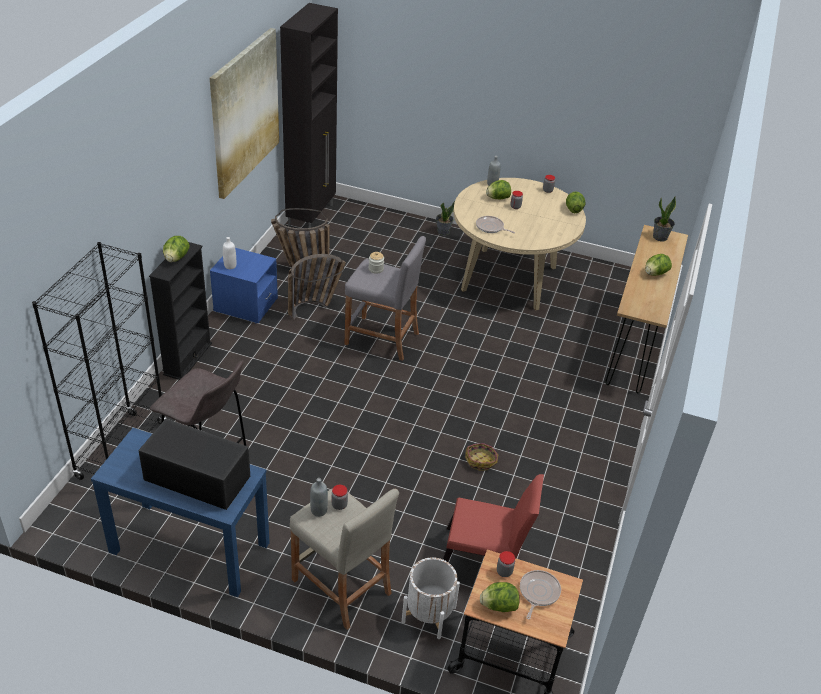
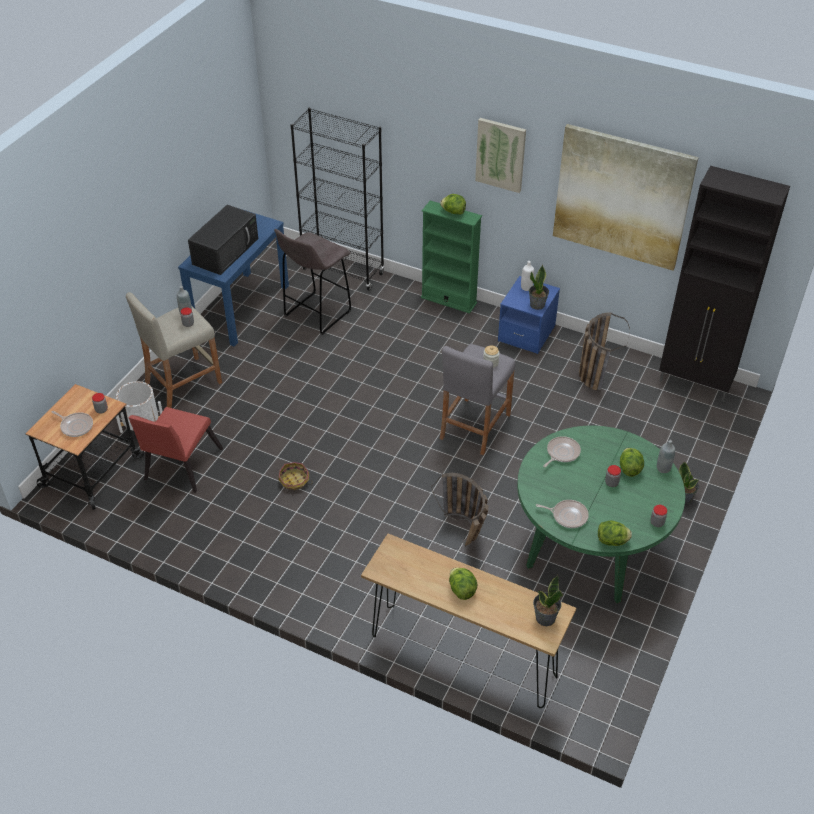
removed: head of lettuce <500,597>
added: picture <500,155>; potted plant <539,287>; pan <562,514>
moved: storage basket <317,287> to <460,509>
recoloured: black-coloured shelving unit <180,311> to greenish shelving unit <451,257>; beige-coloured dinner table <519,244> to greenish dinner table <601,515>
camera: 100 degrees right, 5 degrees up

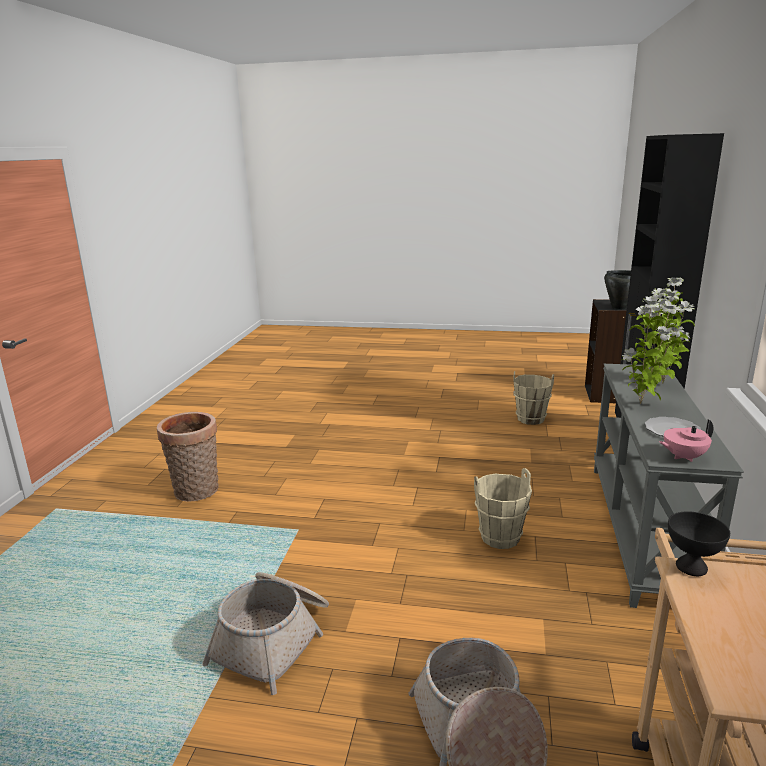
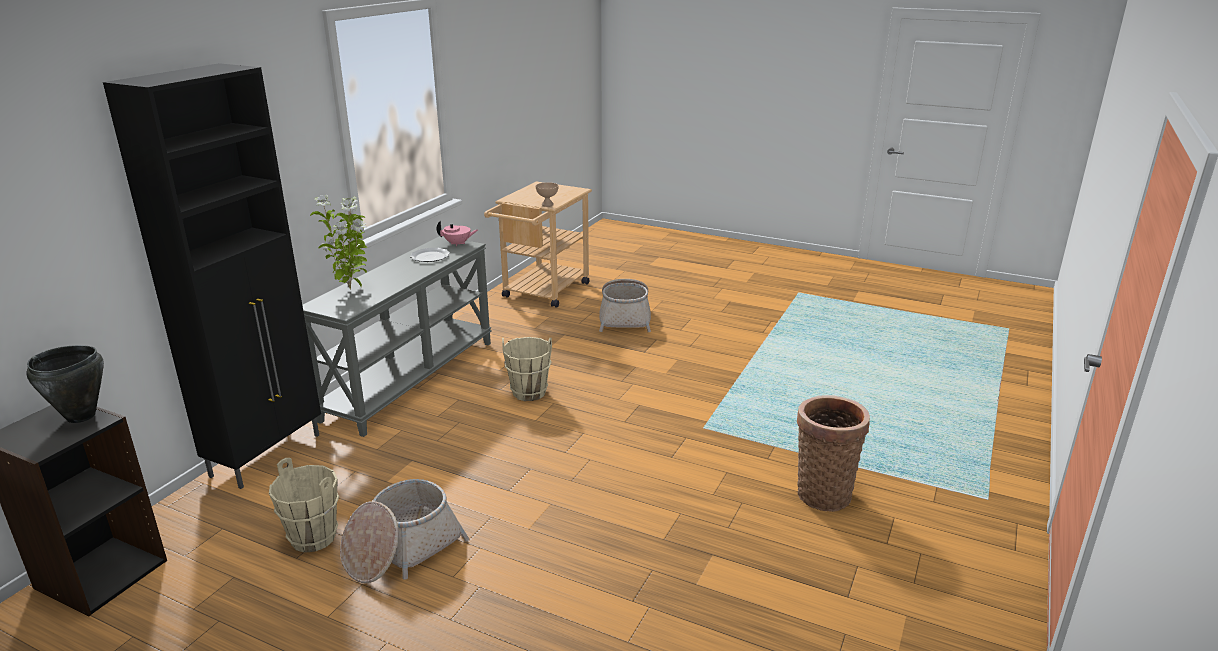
removed: potted plant <653,349>
moved: storage basket <265,633> to <404,531>
recoloured: black-coloured bowl <699,543> to beige-coloured bowl <547,194>
camera: 165 degrees left, 5 degrees up

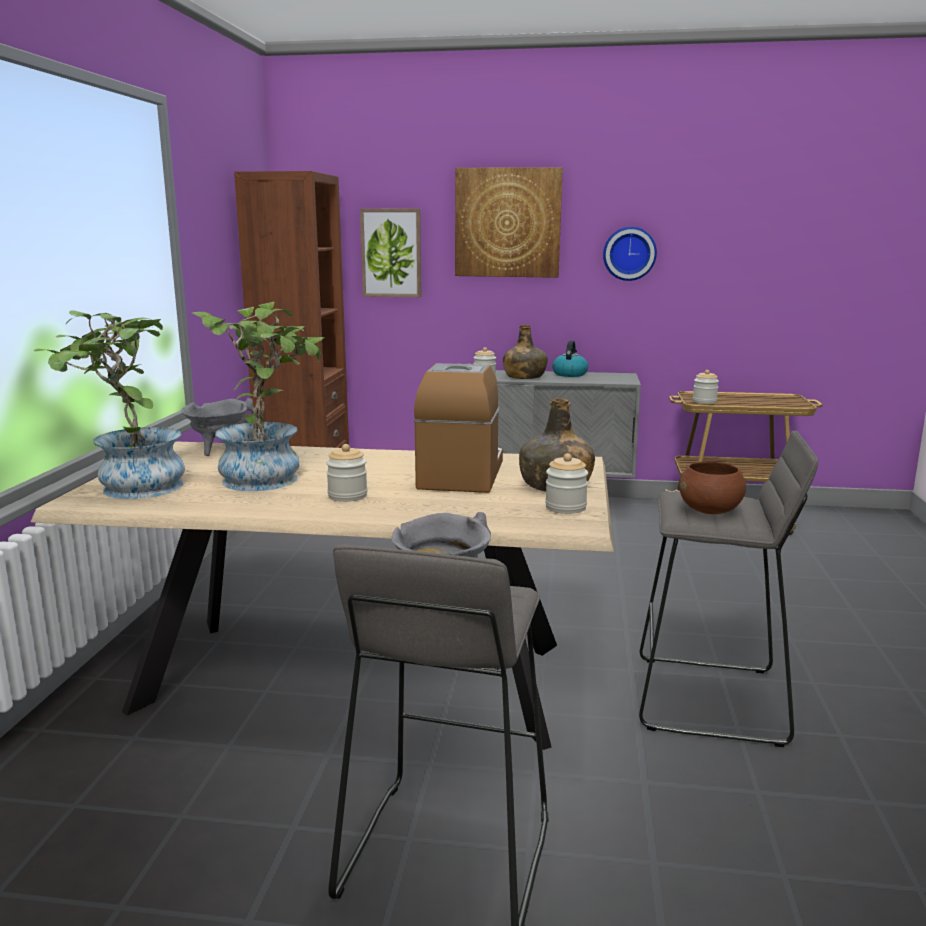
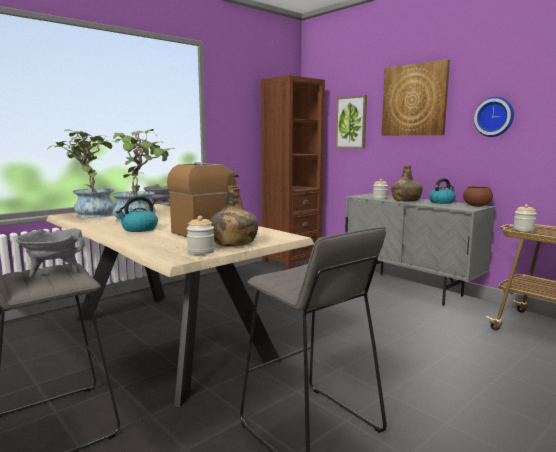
moved: brownish bowl <712,487> to <478,196>
replaced: storage jar <346,473> to kettle <137,214>
camera: 40 degrees right, 5 degrees down

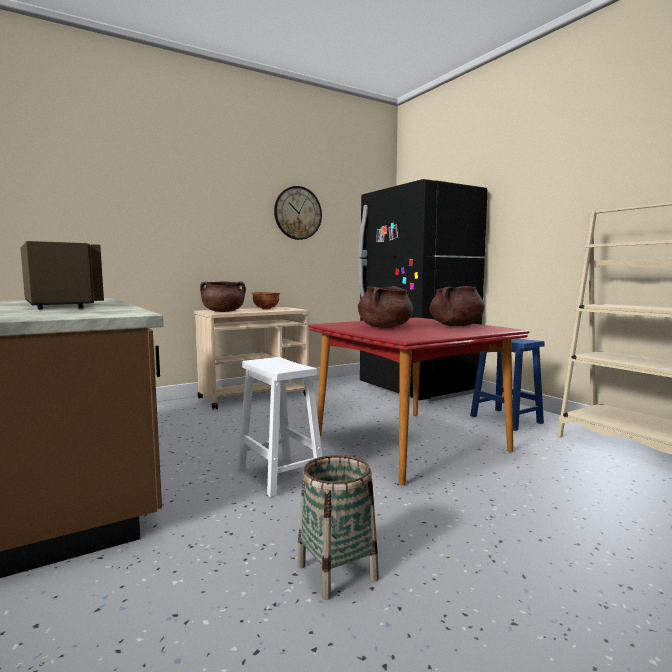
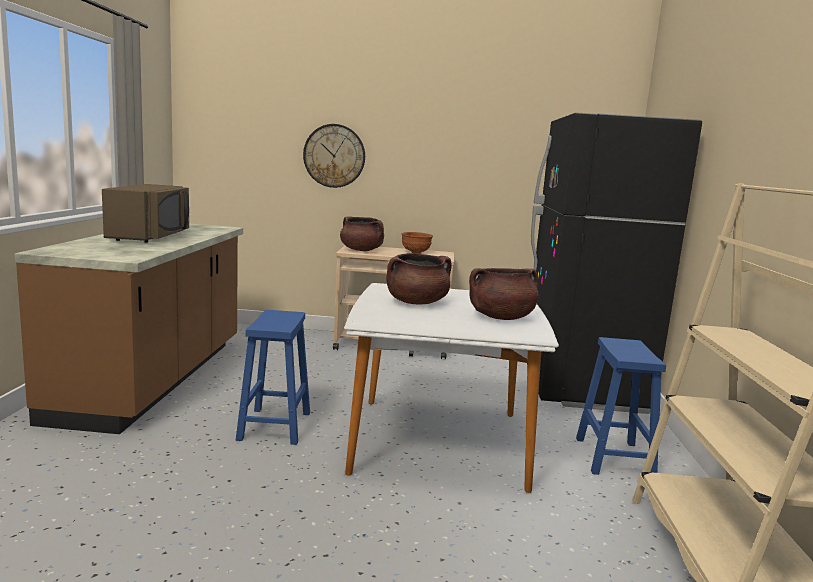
removed: storage basket <338,527>
moved: clock on the wall <298,213> to <334,156>
recoloured: white stool <280,427> to blue stool <273,377>; red dinner table <418,401> to white dinner table <451,388>
camera: 35 degrees right, 5 degrees up

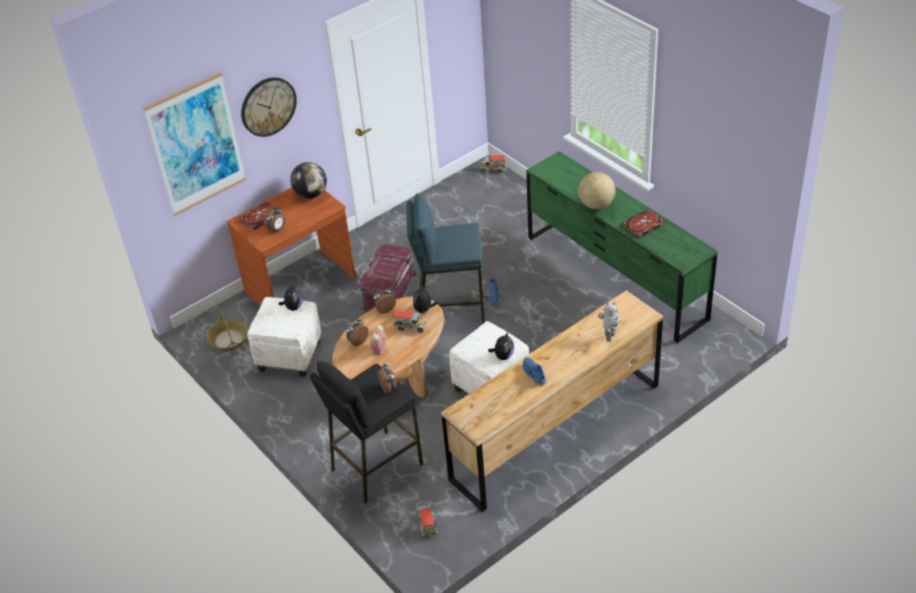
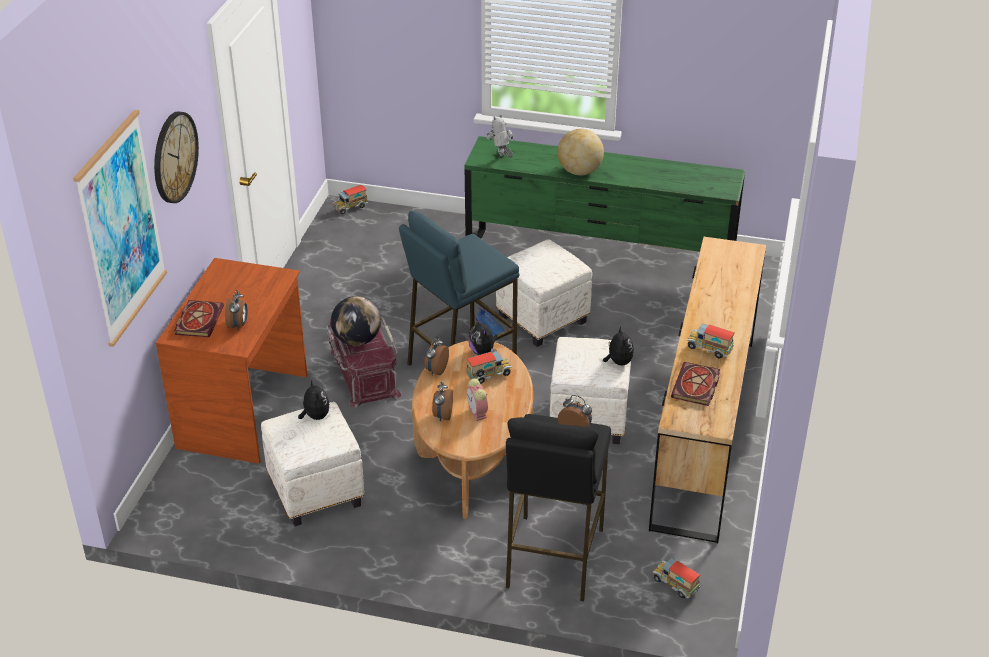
removed: storage basket <227,330>
added: white pouffe <544,293>
moved: desk globe <308,180> to <356,321>; toy robot <609,322> to <500,136>; book <643,223> to <695,384>
replaced: blue item of footwear <535,371> to toy lorry <711,341>
camera: 40 degrees left, 5 degrees down

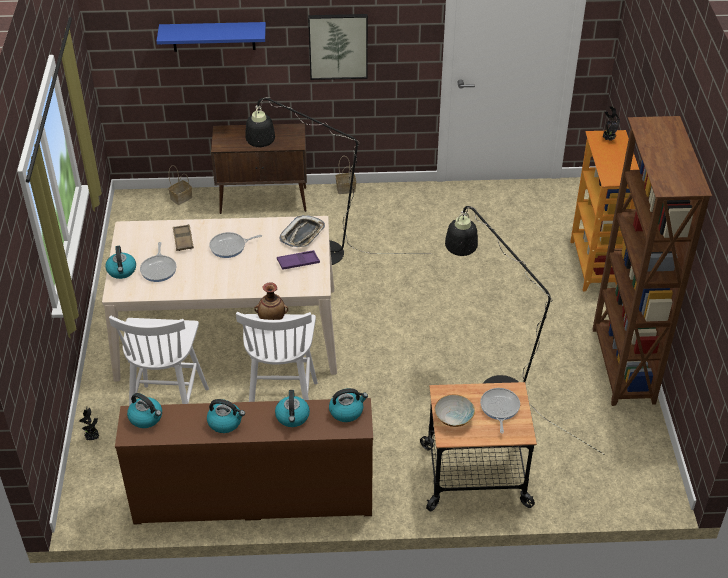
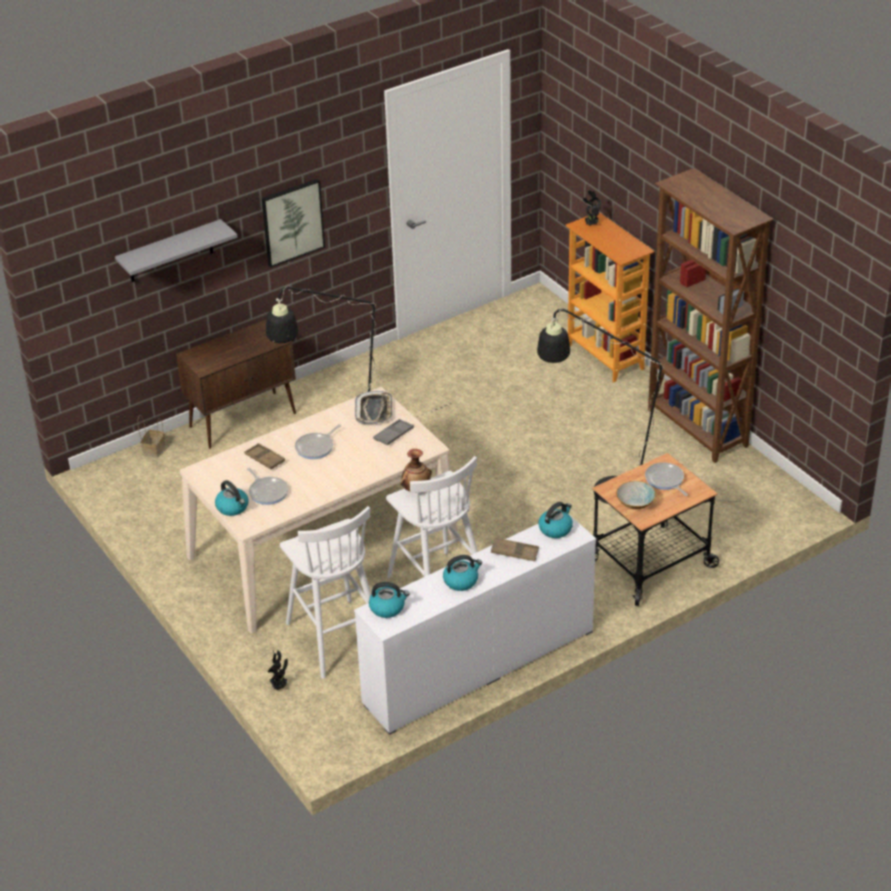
removed: storage basket <346,175>
replaced: kettle <292,408> to brownish tray <515,549>
recoloured: blue shelf <211,37> to greyish shelf <176,250>; brownish drawer chest <244,461> to white drawer chest <475,625>; purple tray <298,260> to greyish tray <393,432>
camera: 30 degrees left, 5 degrees down

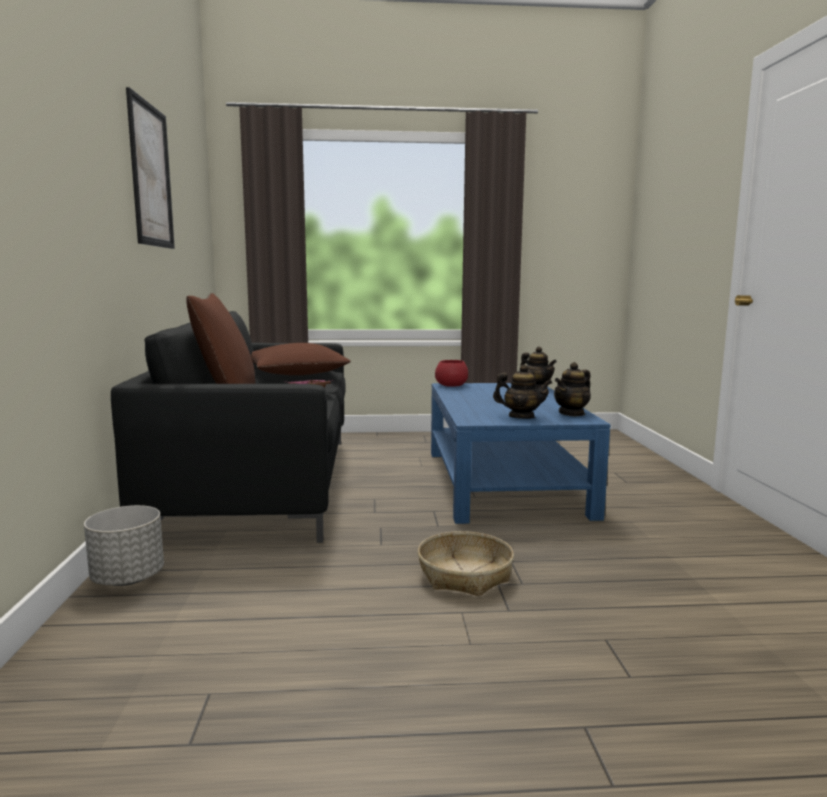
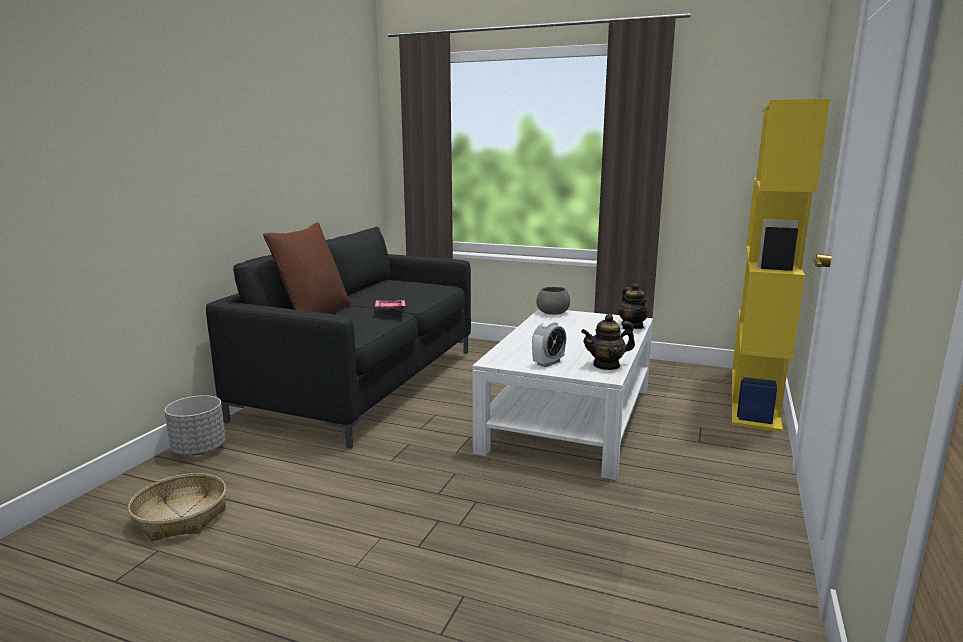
removed: picture <150,168>; brownish cushion <301,359>
added: yellow-coloured shelving unit <781,265>
moved: storage basket <466,563> to <177,507>
replaced: pot for tea <522,391> to alarm clock <549,344>
recoloured: blue coffee table <521,453> to white coffee table <562,394>; red bowl <451,373> to greyish bowl <553,301>
camera: 25 degrees right, 5 degrees up

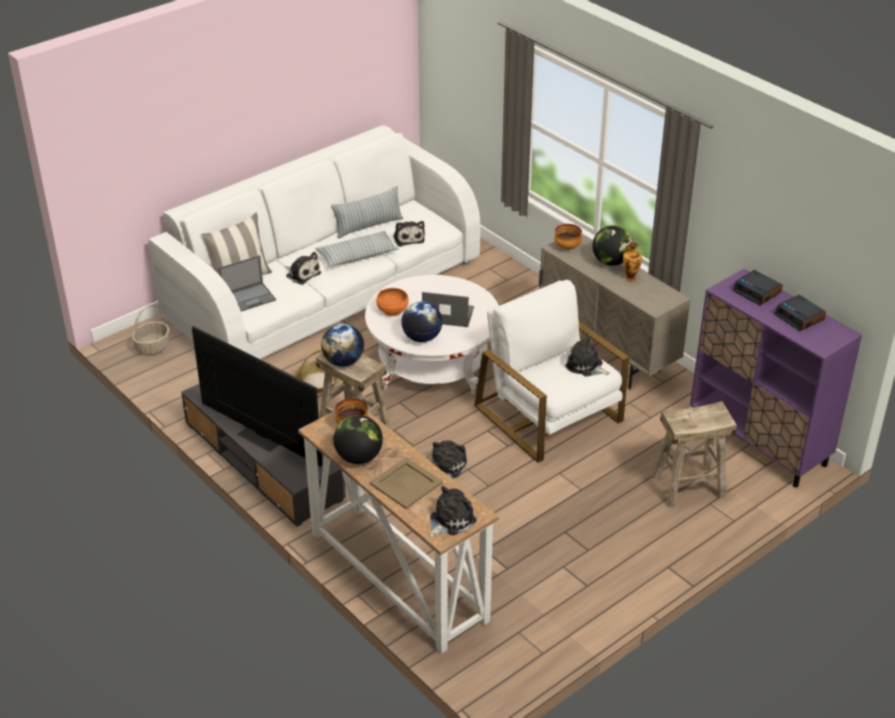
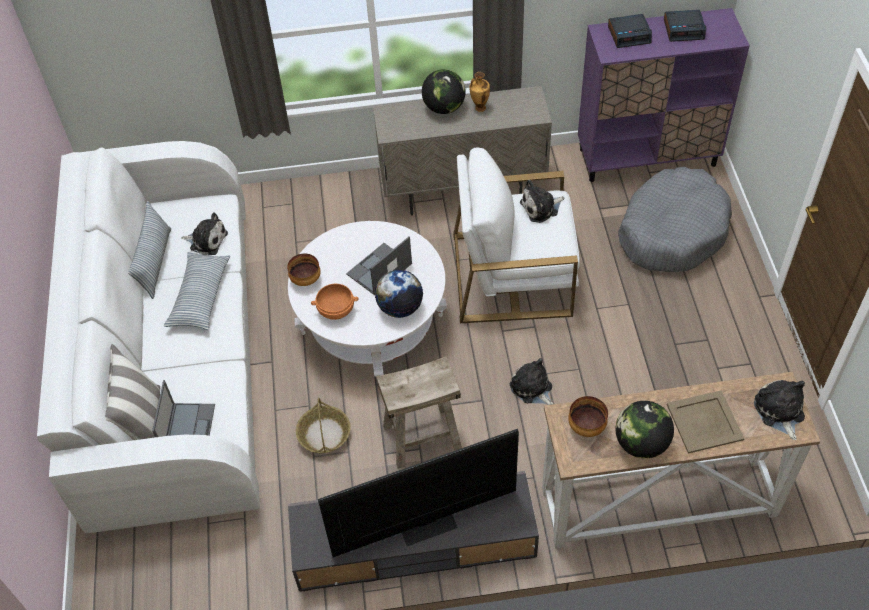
removed: storage basket <151,330>; cuddly toy <302,268>; desk globe <342,345>
moved: bowl <568,237> to <304,270>
replaced: beige-coloured stool <694,454> to greyish pet bed <675,219>
camera: 55 degrees left, 15 degrees up

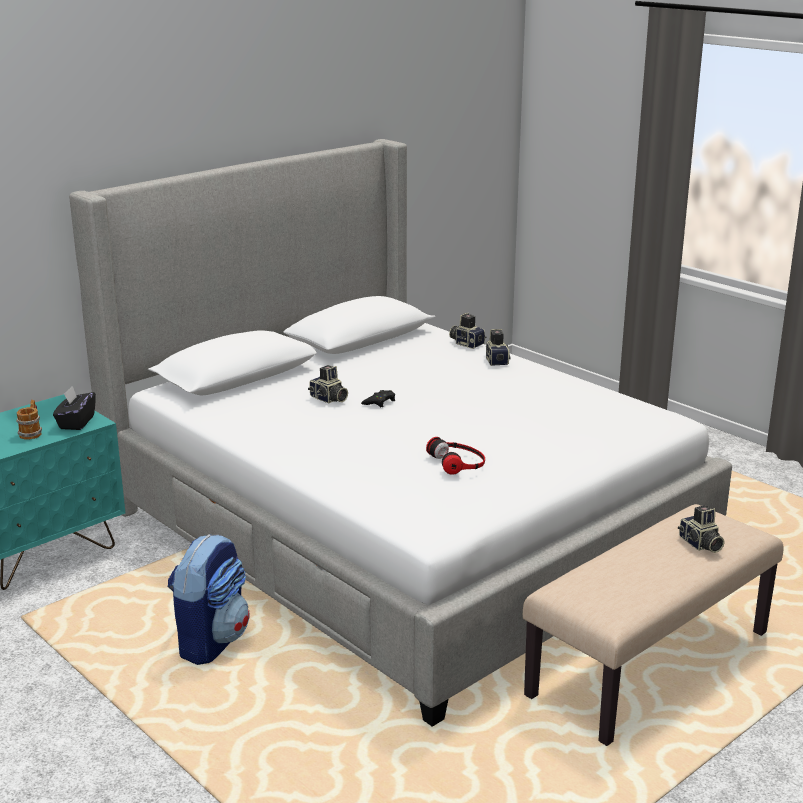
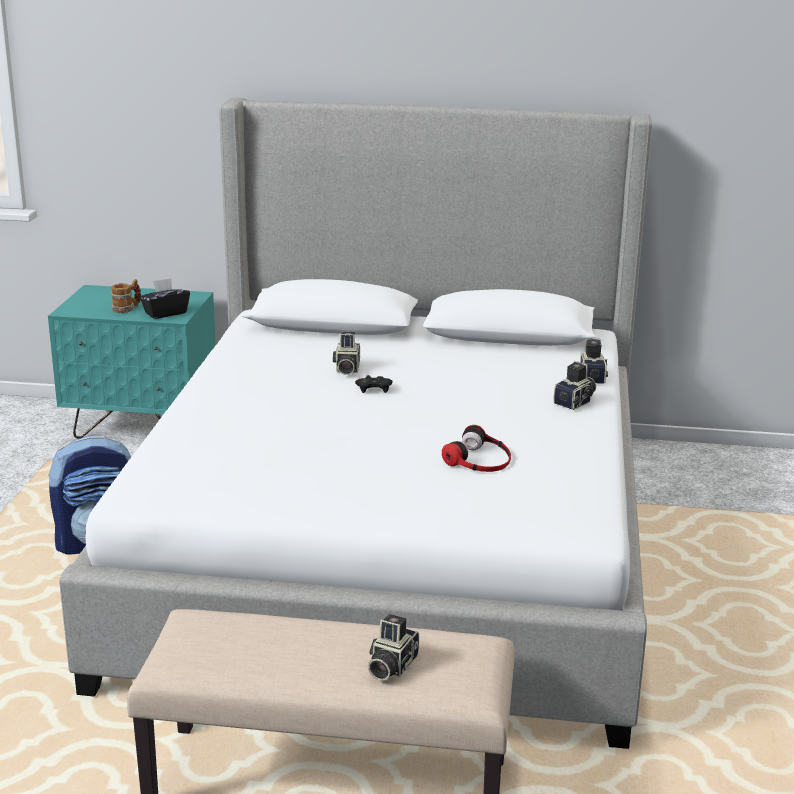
moved: headset <455,456> to <476,448>
camera: 50 degrees right, 0 degrees up

